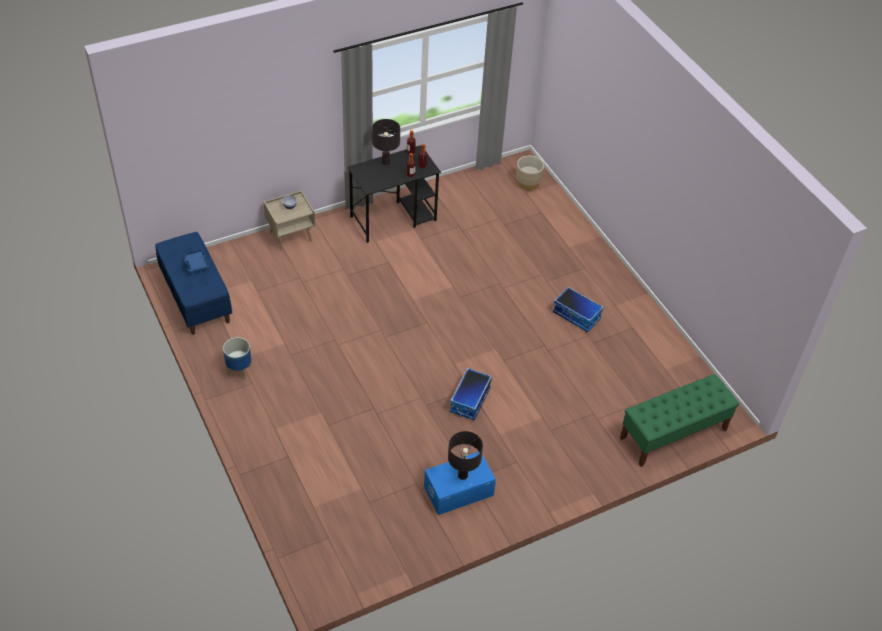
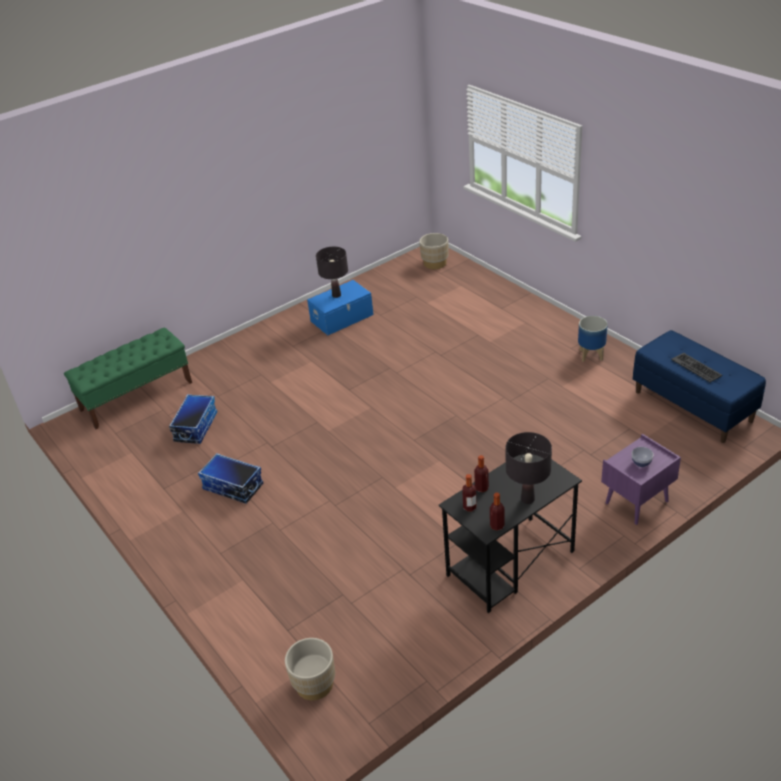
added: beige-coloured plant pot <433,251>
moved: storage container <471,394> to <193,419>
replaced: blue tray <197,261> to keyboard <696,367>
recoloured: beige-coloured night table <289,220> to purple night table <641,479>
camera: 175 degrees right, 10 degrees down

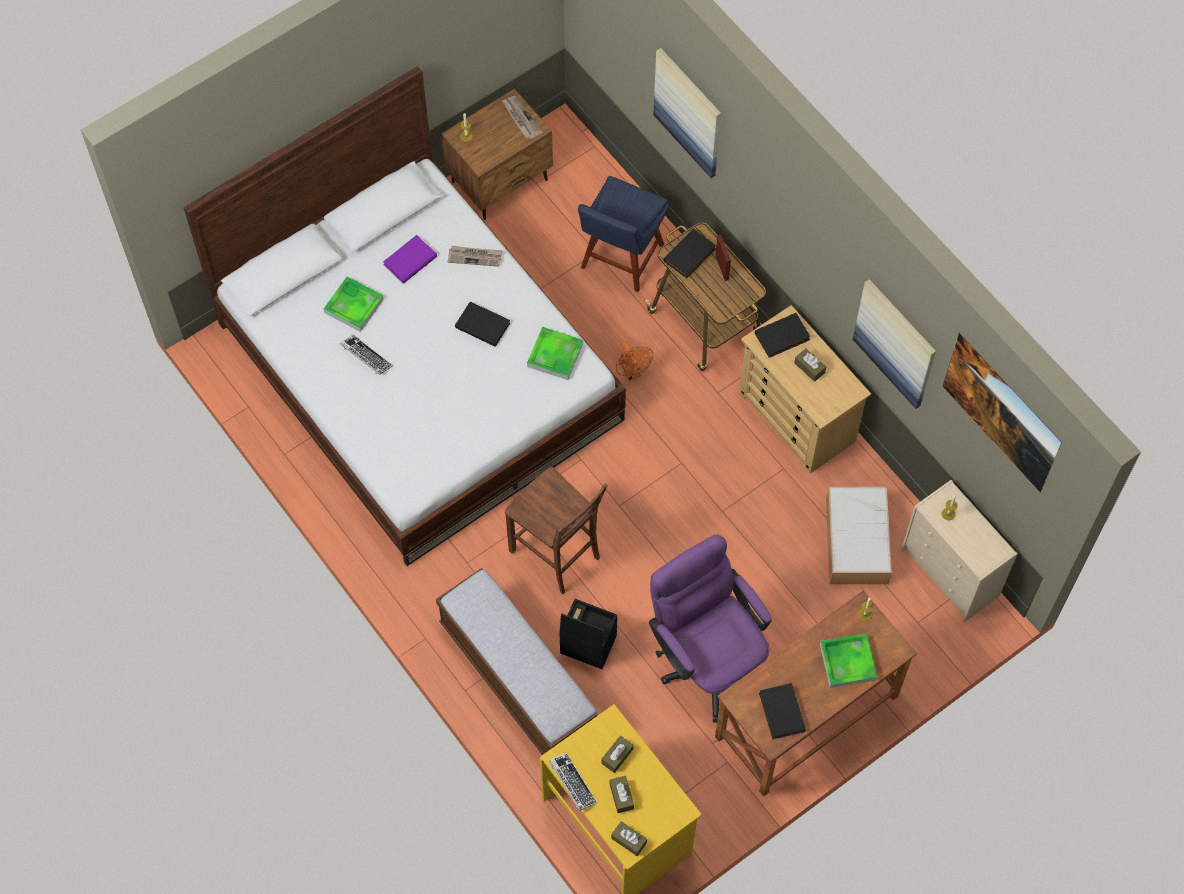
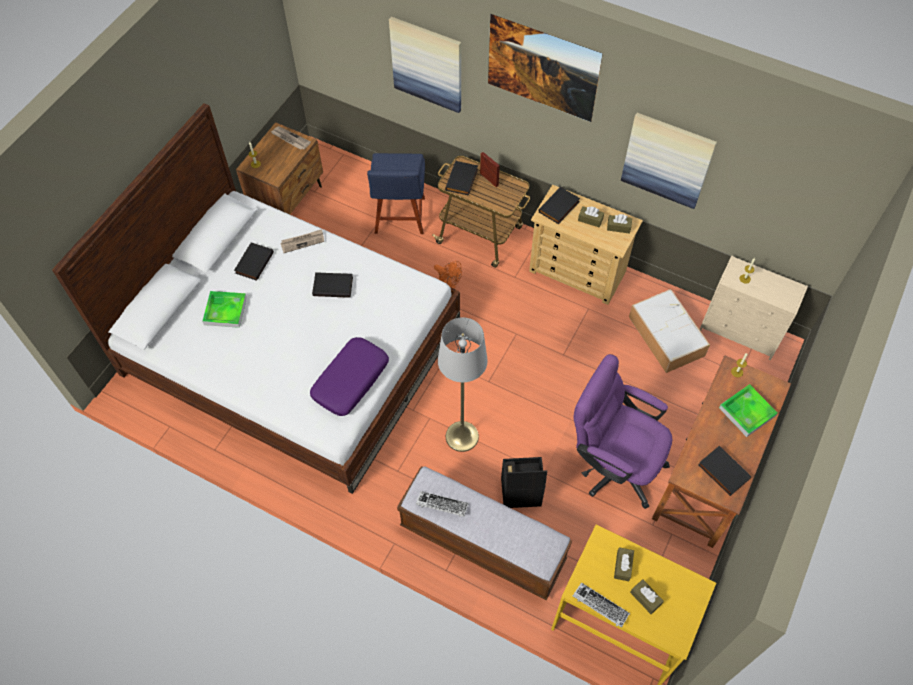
removed: tray <555,353>
added: purple cushion <349,376>
moved: keyboard <366,354> to <442,504>; picture <1002,413> to <545,68>; brownish tissue box <629,838> to <619,224>
replaced: brownish plain chair <556,530> to greyish standing lamp <463,384>
recoloured: purple book <410,259> to black-coloured book <254,261>
camera: 25 degrees left, 5 degrees down

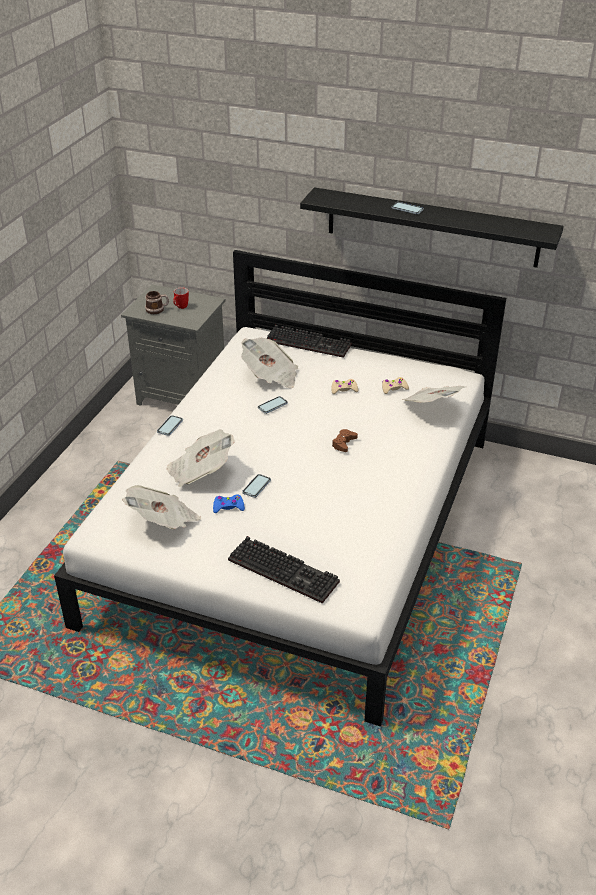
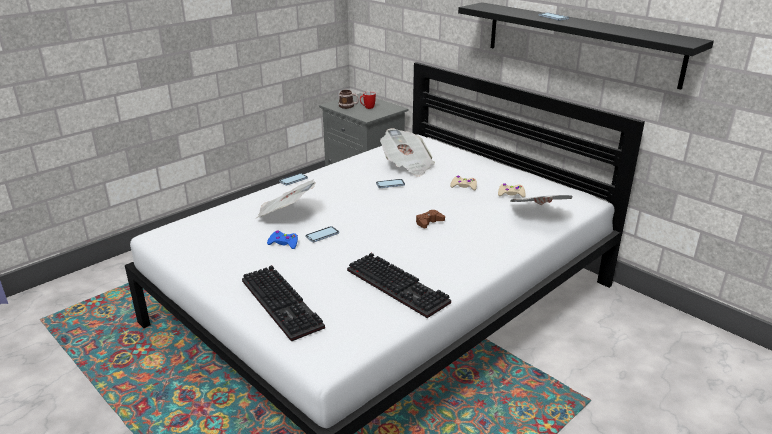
removed: newspaper <161,507>
moved: keyboard <309,341> to <399,285>
camera: 25 degrees right, 10 degrees down

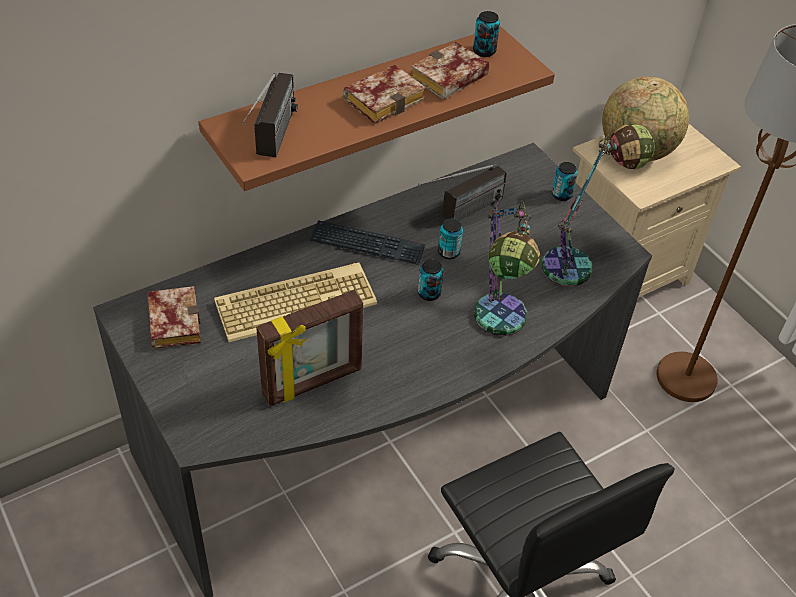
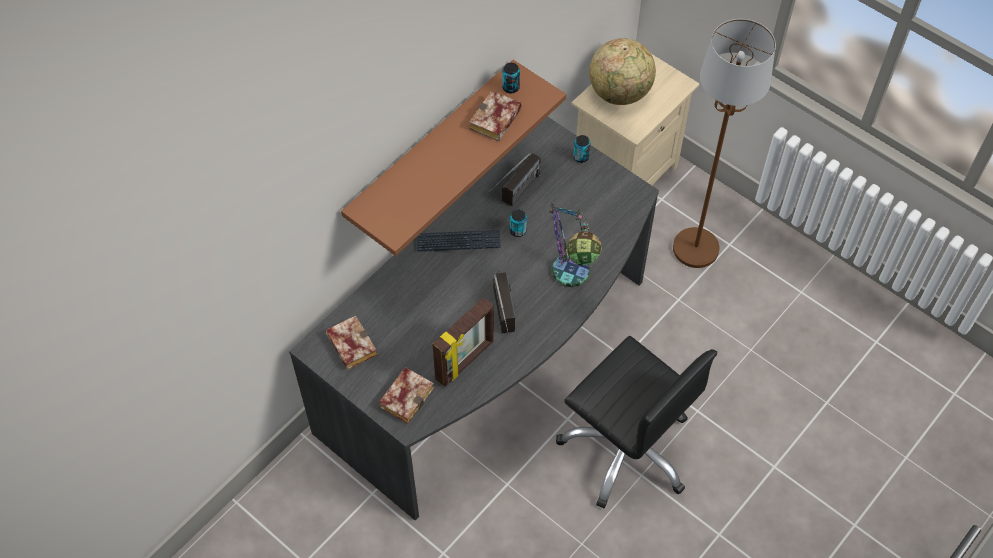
removed: keyboard <295,302>; metal can <430,280>; lamp for a table <598,205>
moved: book <384,94> to <406,395>; radio <270,115> to <504,303>
camera: 15 degrees left, 10 degrees up

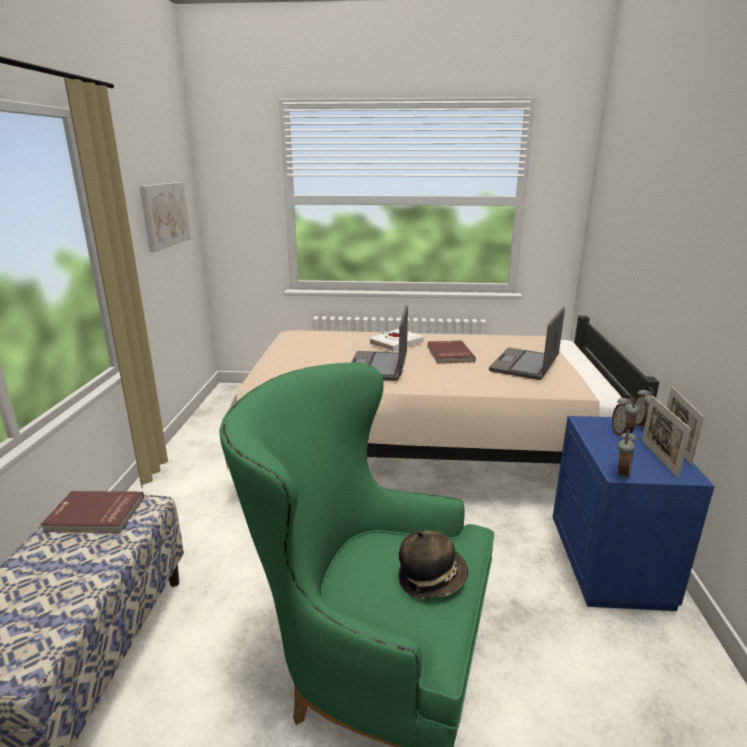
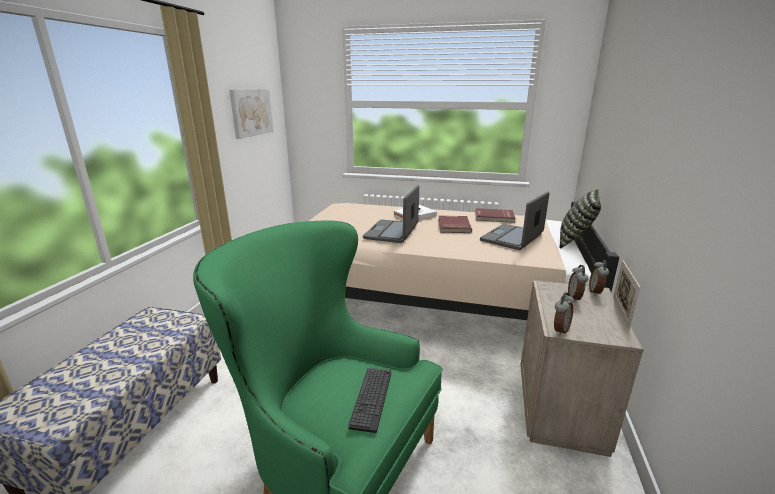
removed: standing frame <666,436>
added: cushion <580,219>
moved: red book <92,512> to <496,215>
replaced: wearable hat <433,564> to keyboard <369,400>
recoloured: blue night table <634,513> to beige-coloured night table <582,368>
camera: 10 degrees right, 0 degrees up

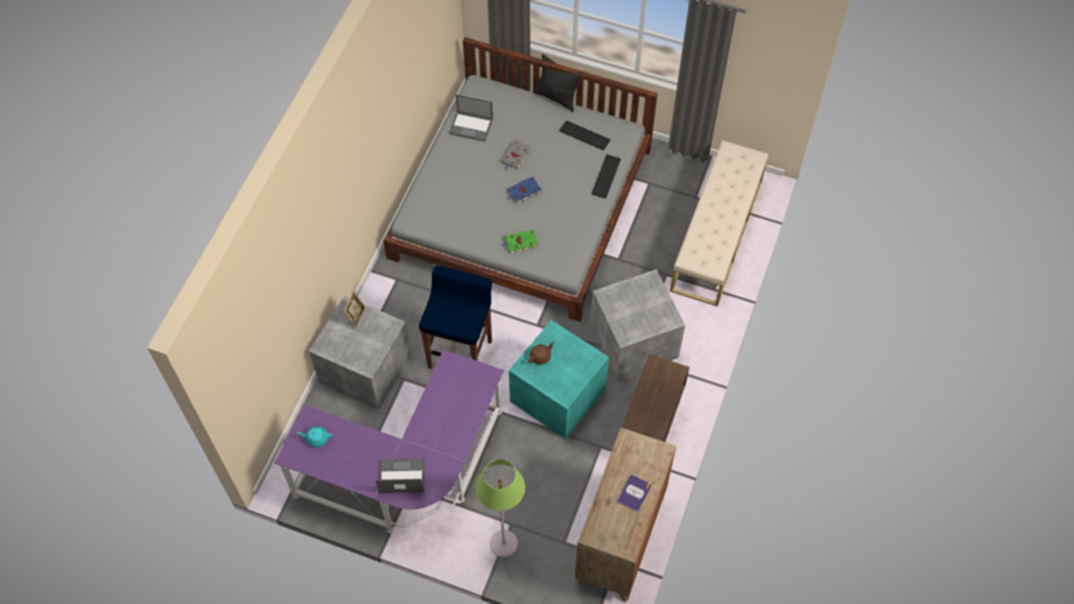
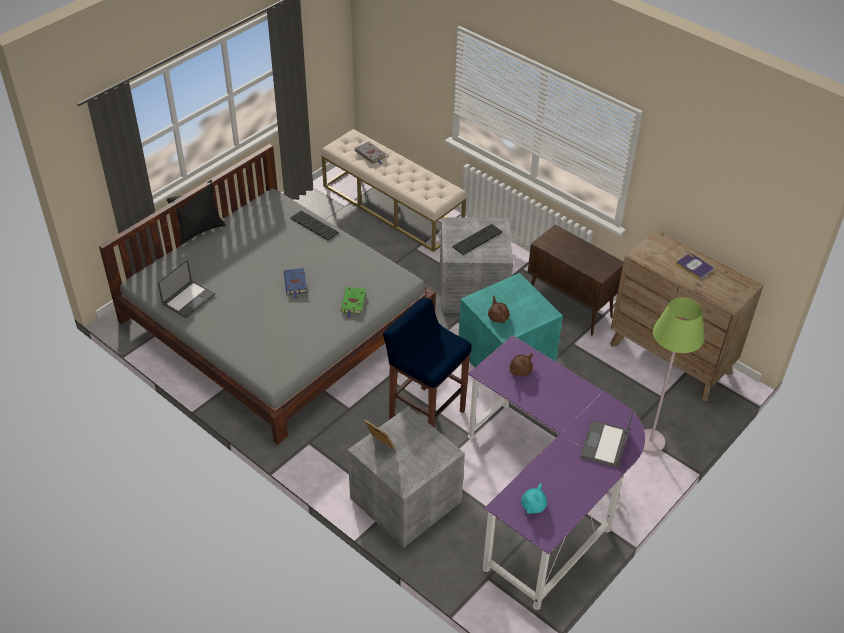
added: brownish pot for tea <521,364>
moved: greyish book <516,155> to <370,152>; keyboard <584,135> to <477,239>
camera: 70 degrees left, 15 degrees down

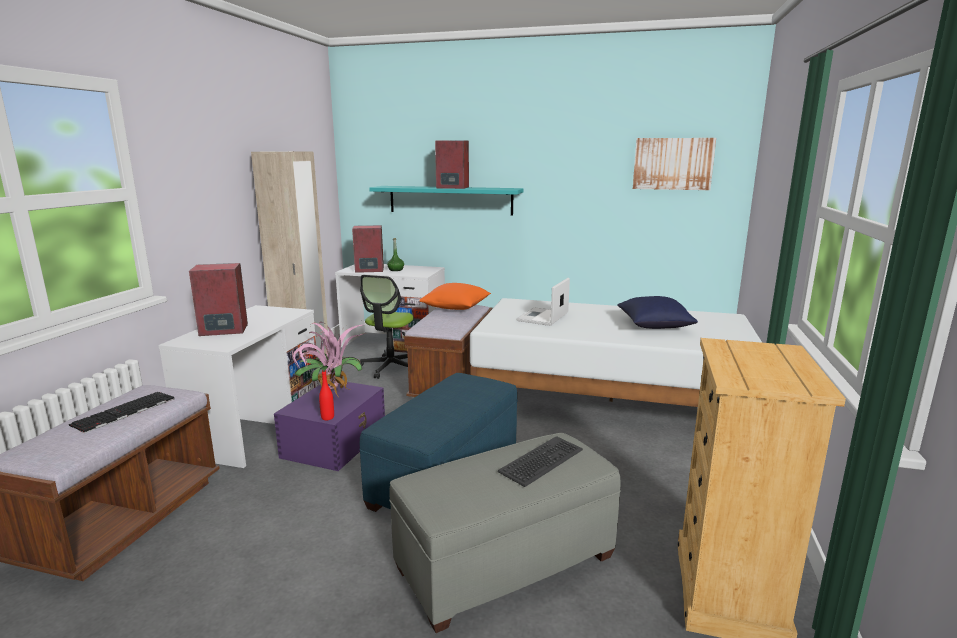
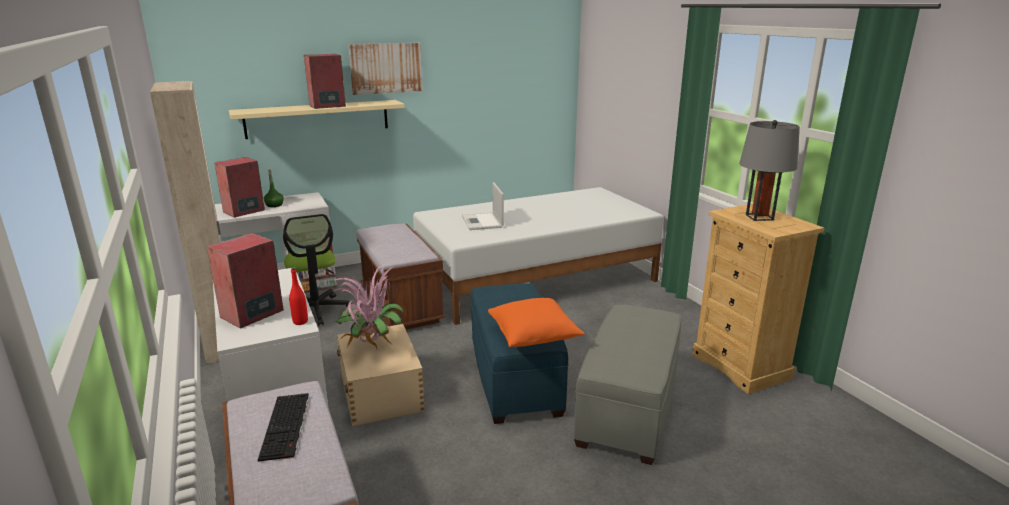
removed: keyboard <540,461>; blue cushion <657,312>
added: greyish lamp for a table <769,170>
moved: red drink bottle <326,395> to <298,296>; picture <674,164> to <385,69>; orange-coloured cushion <455,296> to <536,322>
recoloured: turquoise-coloured shelf <446,201> to beige-coloured shelf <317,119>; purple storage container <329,426> to beige-coloured storage container <381,375>
camera: 40 degrees left, 5 degrees up

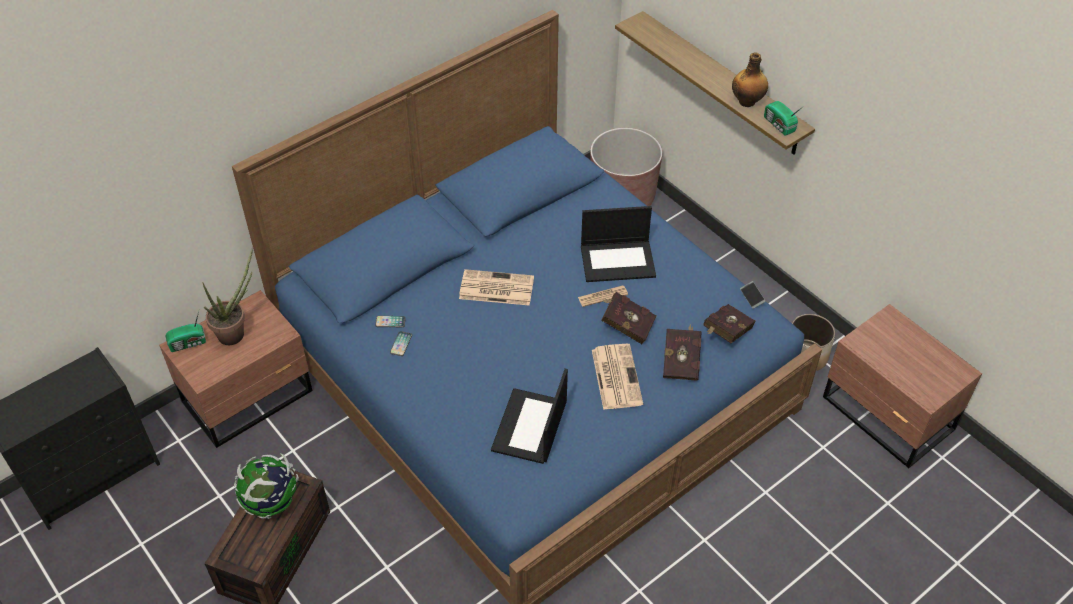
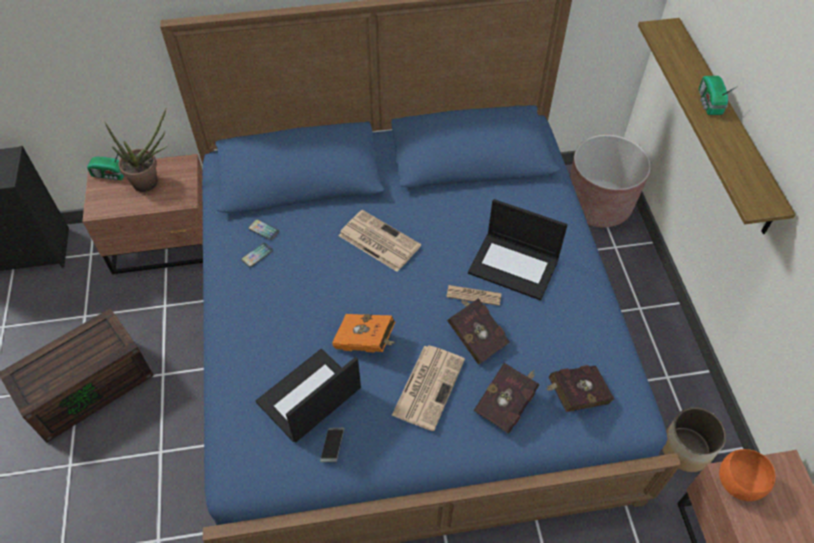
removed: desk globe <266,486>; drink bottle <750,79>
added: orange-coloured book <364,333>; orange-coloured bowl <747,475>
moved: handset <753,295> to <332,444>; radio <784,118> to <718,95>
camera: 30 degrees right, 5 degrees up

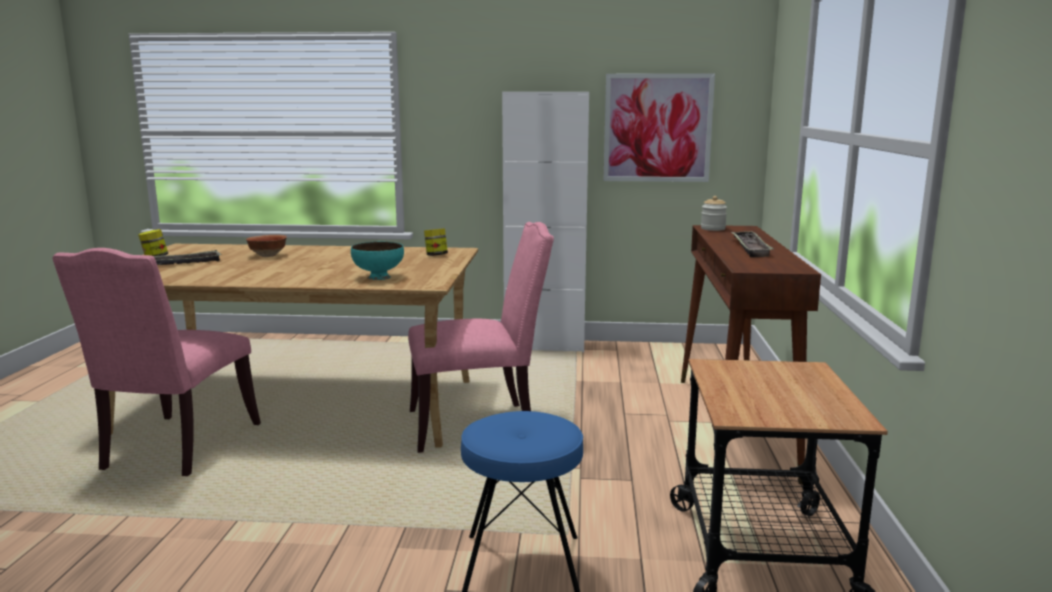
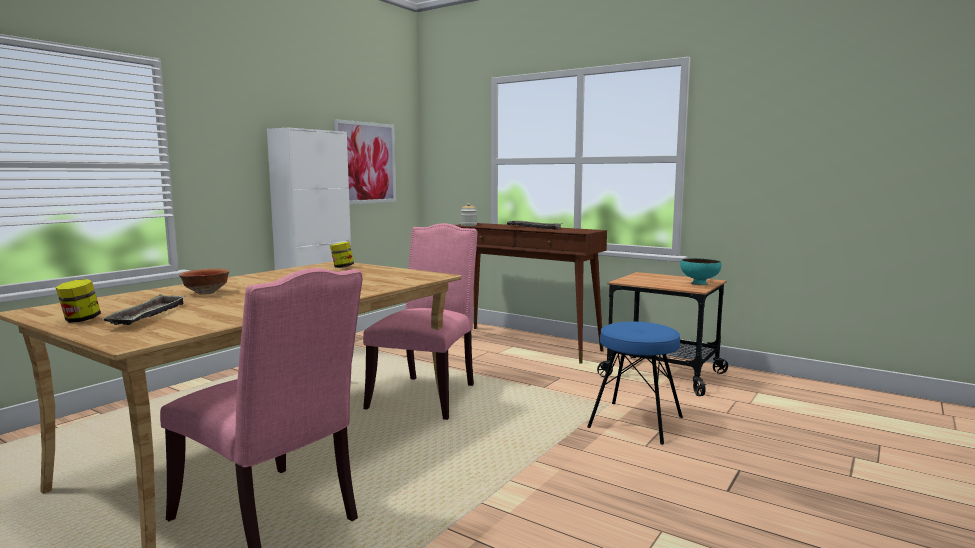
moved: turquoise-coloured bowl <377,261> to <700,271>
camera: 60 degrees left, 5 degrees down

